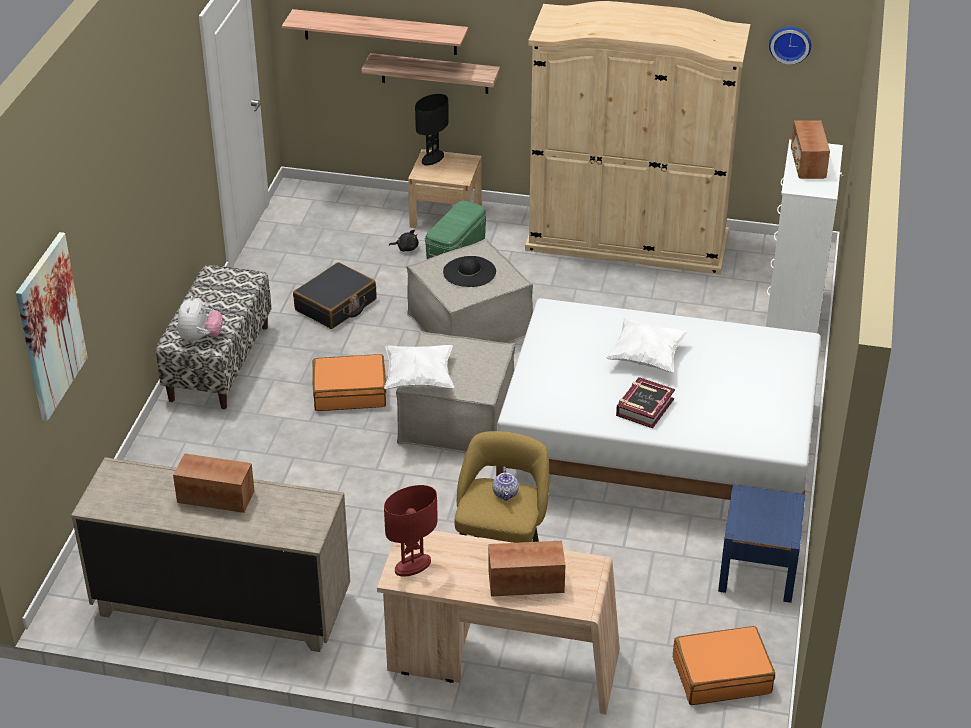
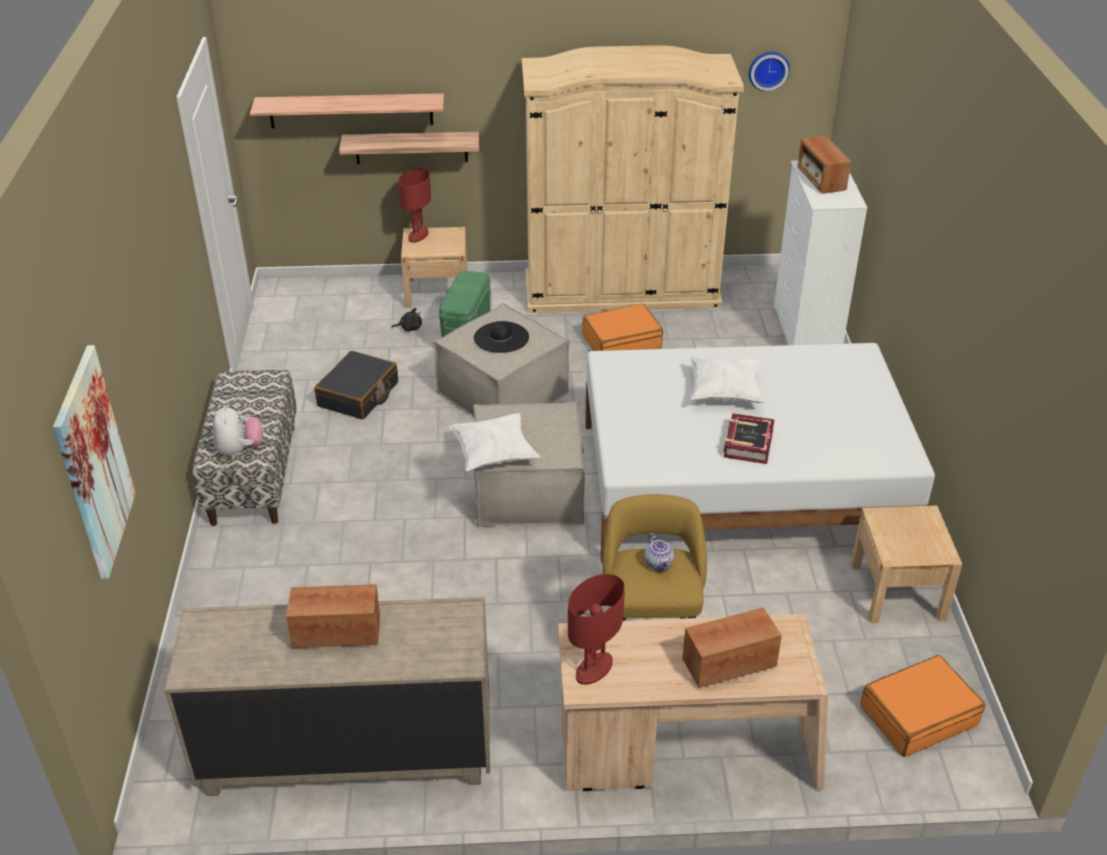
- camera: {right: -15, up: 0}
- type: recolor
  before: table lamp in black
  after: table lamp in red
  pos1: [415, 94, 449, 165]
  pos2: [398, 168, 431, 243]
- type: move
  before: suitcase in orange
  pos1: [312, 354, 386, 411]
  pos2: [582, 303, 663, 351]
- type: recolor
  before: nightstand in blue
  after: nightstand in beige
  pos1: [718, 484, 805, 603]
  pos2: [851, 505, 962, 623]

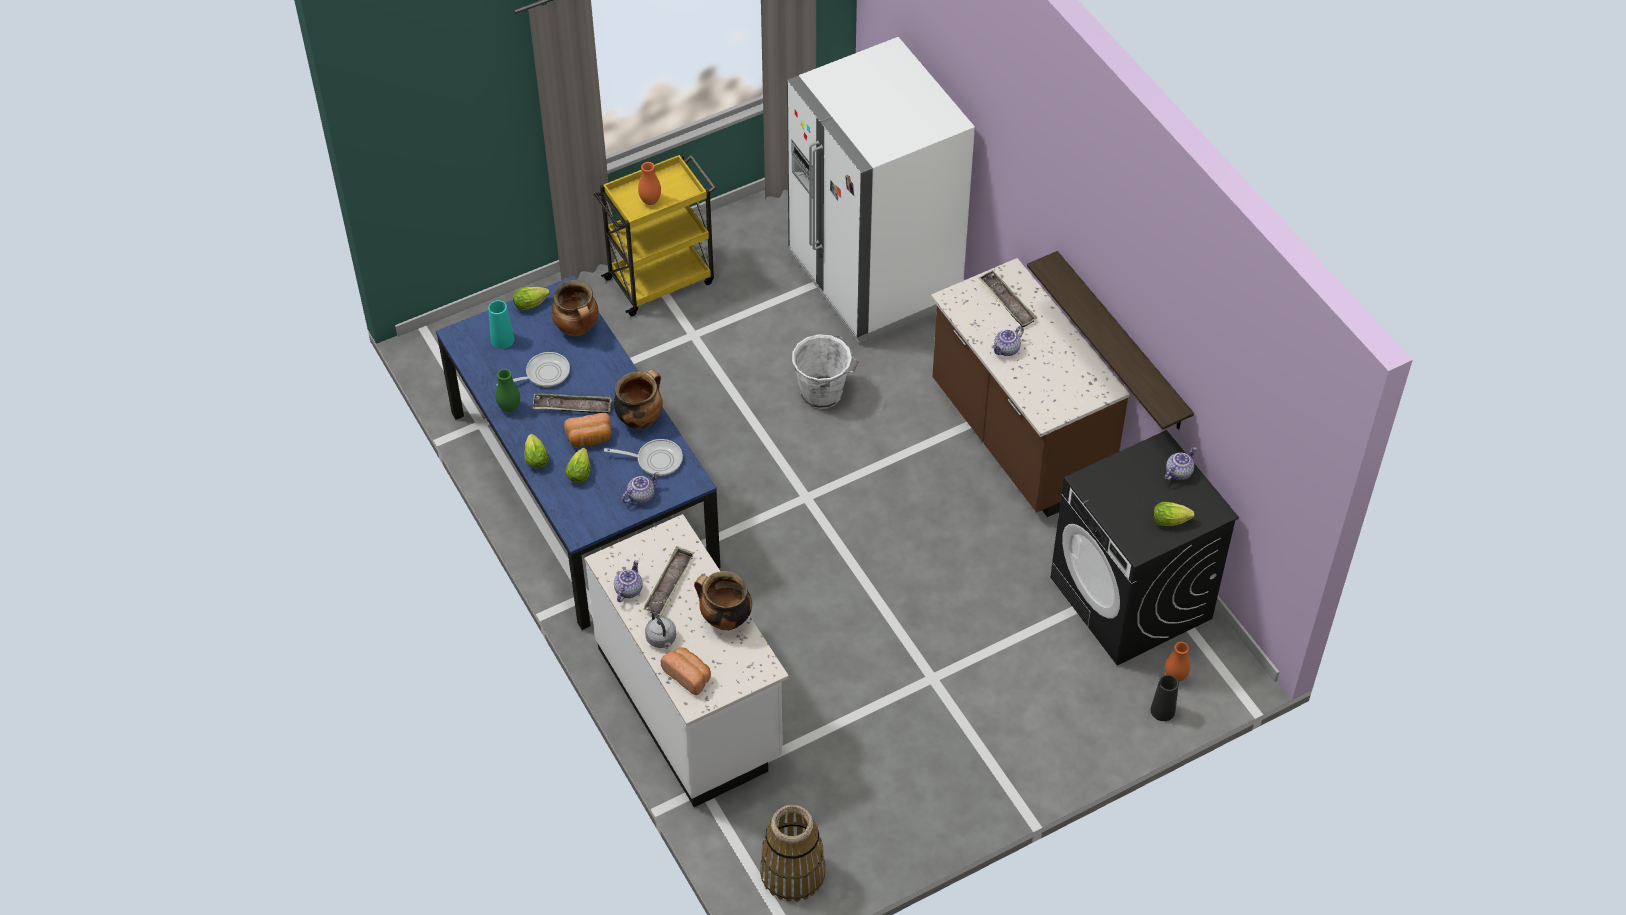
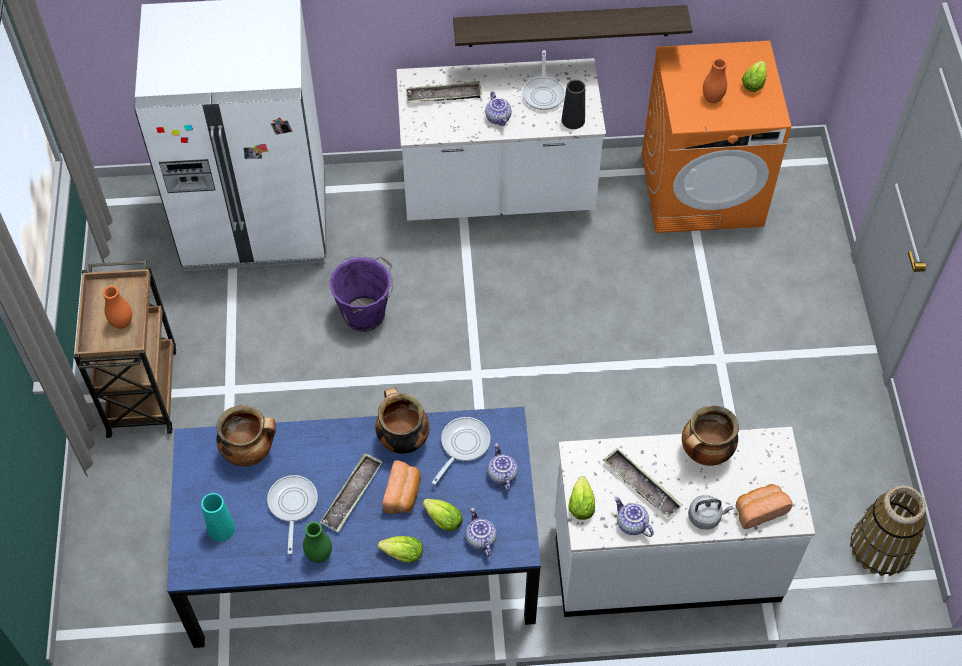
- camera: {right: -65, up: 5}
- type: recolor
  before: cart in yellow
  after: cart in brown
  pos1: [594, 153, 716, 316]
  pos2: [74, 261, 177, 438]
- type: recolor
  before: counter in brown
  after: counter in white
  pos1: [931, 258, 1130, 517]
  pos2: [396, 58, 606, 221]
- type: move
  before: lettuce
  pos1: [513, 287, 550, 311]
  pos2: [568, 476, 595, 520]
- type: recolor
  before: bucket in white
  after: bucket in purple
  pos1: [792, 334, 859, 409]
  pos2: [329, 256, 393, 332]
- type: recolor
  before: washing machine in black
  after: washing machine in orange
  pos1: [1050, 430, 1239, 665]
  pos2: [642, 41, 791, 233]
- type: move
  before: teapot
  pos1: [1165, 447, 1197, 480]
  pos2: [465, 508, 497, 557]
- type: move
  before: vase in orange
  pos1: [1165, 642, 1190, 682]
  pos2: [703, 58, 727, 103]
- type: move
  before: vase in black
  pos1: [1150, 675, 1179, 721]
  pos2: [562, 80, 585, 129]
- type: insert
  after: frying pan
  pos2: [522, 50, 565, 110]

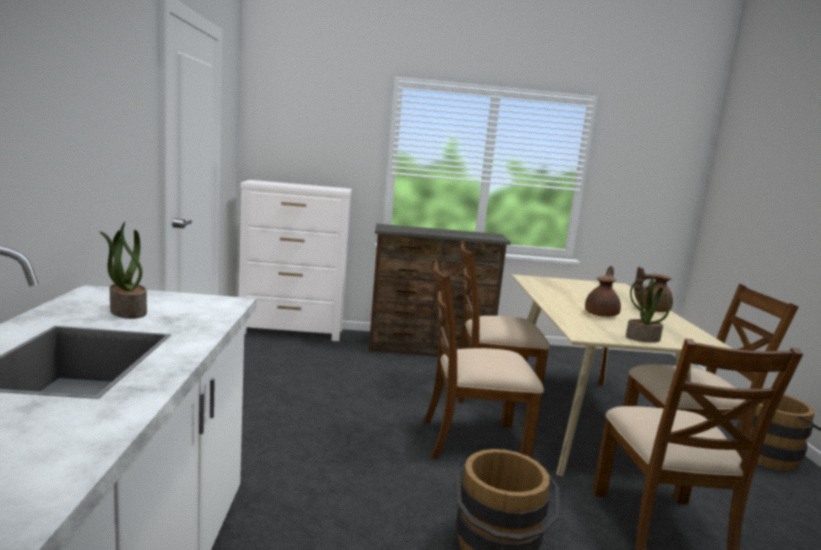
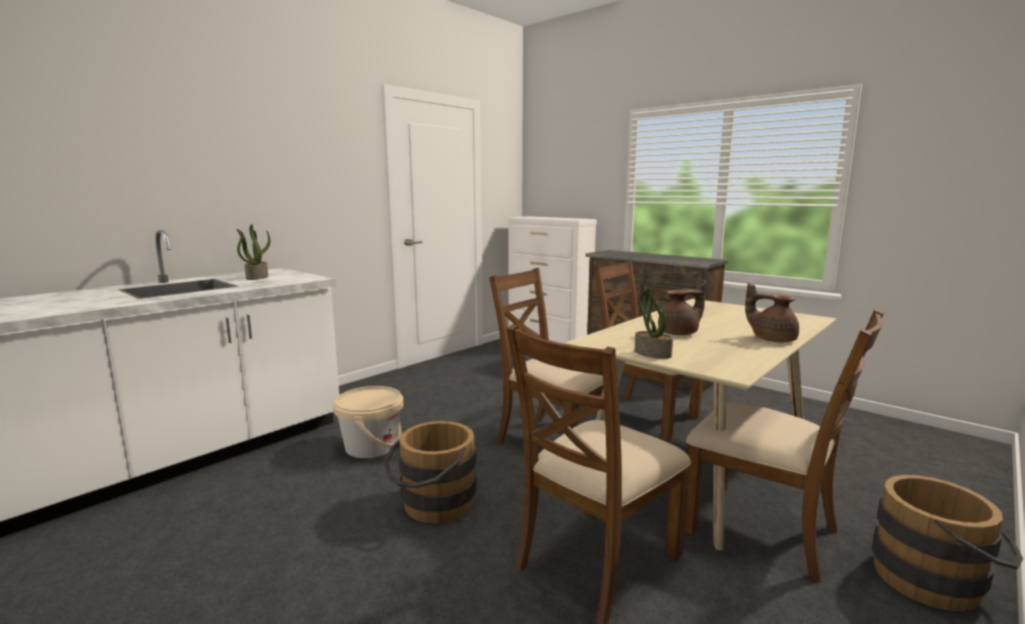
- camera: {right: 45, up: 0}
- type: insert
  after: bucket in beige
  pos2: [333, 386, 403, 458]

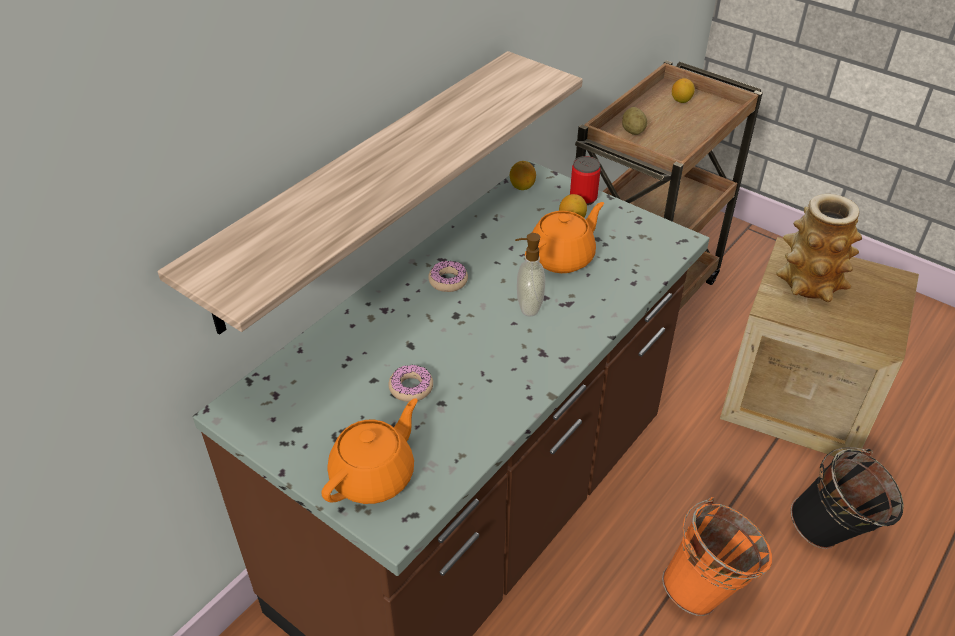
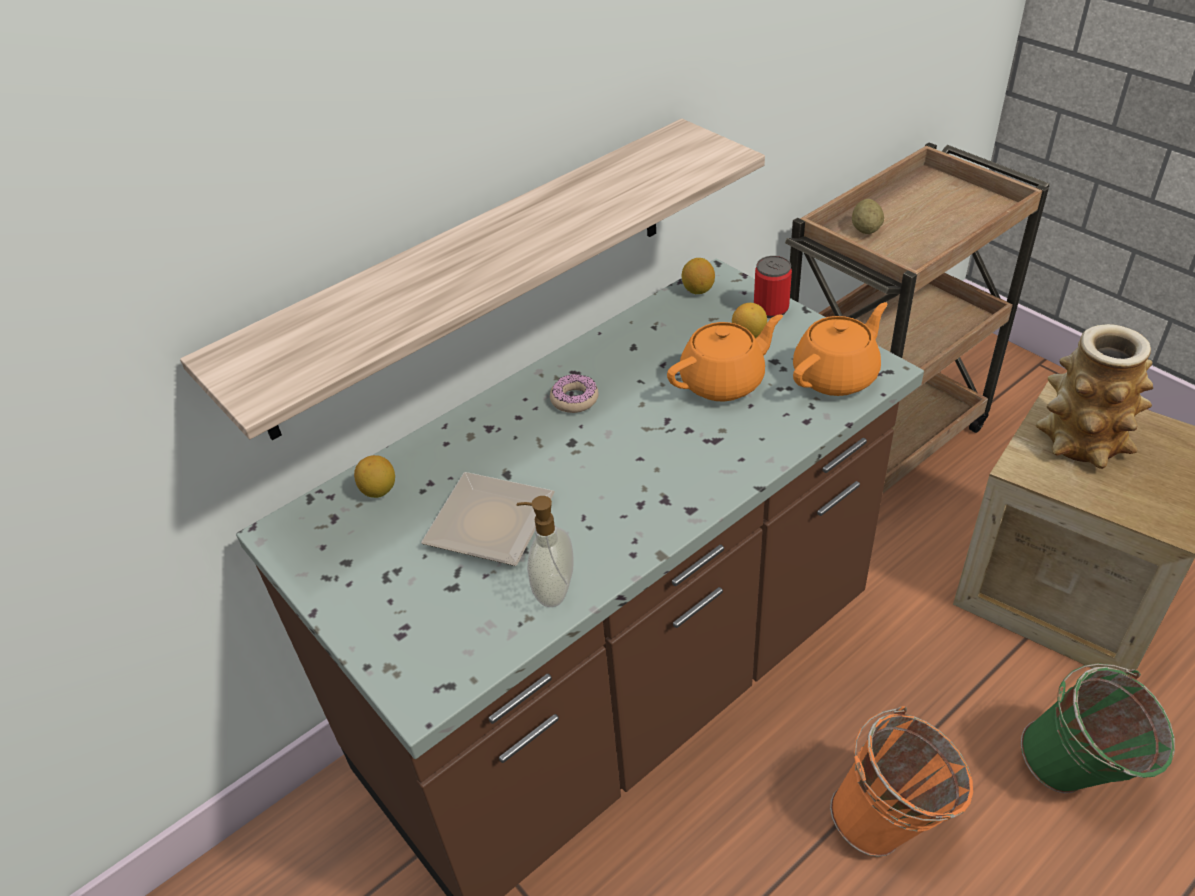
- camera: {right: 15, up: 0}
- type: move
  before: lemon
  pos1: [672, 78, 695, 103]
  pos2: [354, 455, 395, 498]
- type: move
  before: soap dispenser
  pos1: [515, 233, 545, 316]
  pos2: [517, 496, 574, 607]
- type: replace
  before: donut
  after: plate
  pos1: [388, 365, 433, 402]
  pos2: [421, 472, 555, 566]
- type: move
  before: teapot in orange
  pos1: [321, 398, 418, 504]
  pos2: [793, 302, 888, 396]
- type: recolor
  before: bucket in black
  after: bucket in green
  pos1: [791, 447, 904, 549]
  pos2: [1021, 663, 1175, 793]

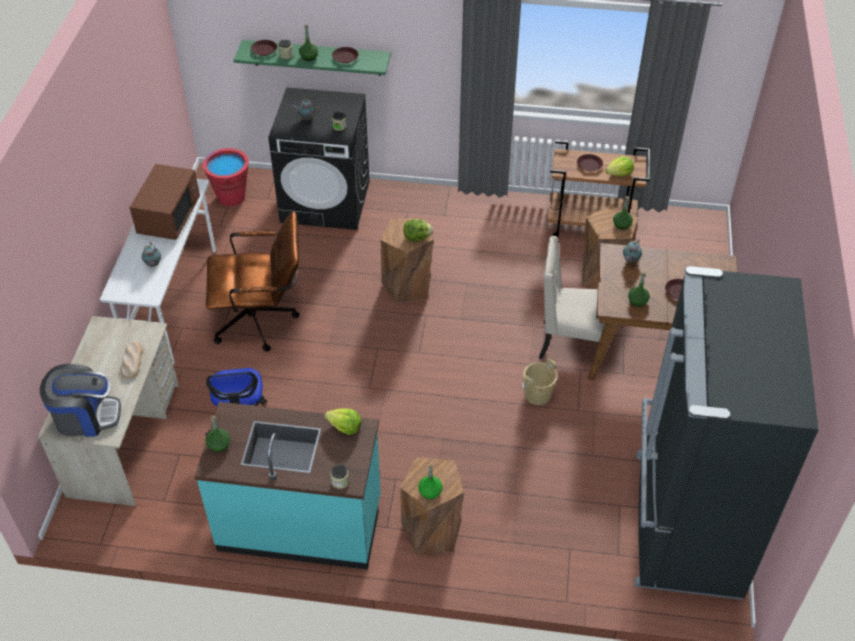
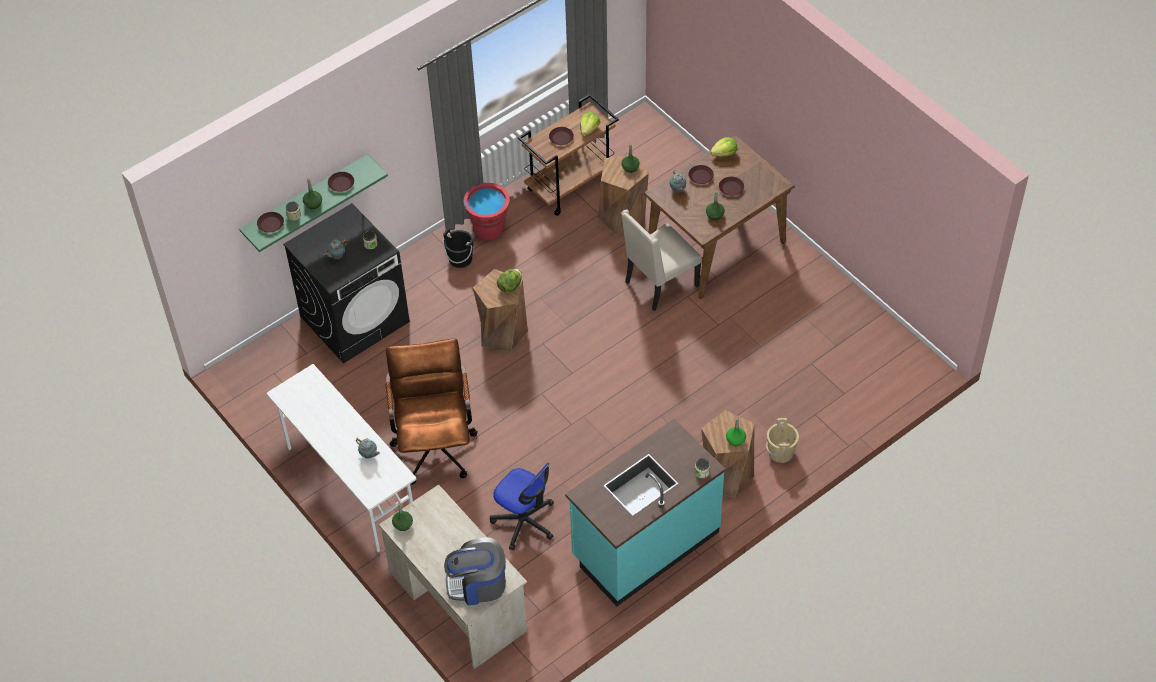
- camera: {right: -45, up: 5}
- type: move
  before: bucket in red
  pos1: [203, 148, 249, 206]
  pos2: [464, 183, 510, 240]
- type: delete
  before: microwave in brown
  pos1: [129, 164, 200, 240]
- type: rotate
  before: office chair in brown
  pos1: [206, 211, 300, 352]
  pos2: [386, 339, 477, 484]
  turn: -45
- type: delete
  before: fridge in black
  pos1: [635, 266, 819, 600]
- type: delete
  before: bread
  pos1: [121, 342, 143, 378]
- type: move
  before: bucket in beige
  pos1: [522, 358, 557, 405]
  pos2: [766, 418, 799, 463]
- type: rotate
  before: coffee machine
  pos1: [40, 364, 121, 437]
  pos2: [444, 537, 506, 605]
  turn: -135
- type: move
  before: lettuce
  pos1: [325, 408, 362, 435]
  pos2: [710, 137, 737, 156]
- type: move
  before: bottle in green
  pos1: [206, 415, 230, 452]
  pos2: [392, 502, 413, 531]
- type: insert
  after: plate in brown
  pos2: [688, 165, 714, 184]
- type: insert
  after: bucket in black
  pos2: [443, 228, 473, 268]

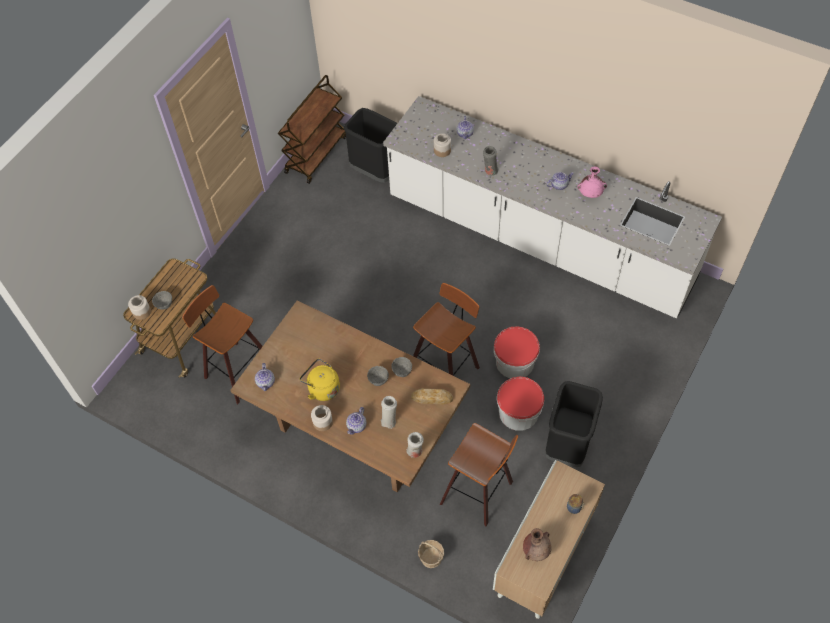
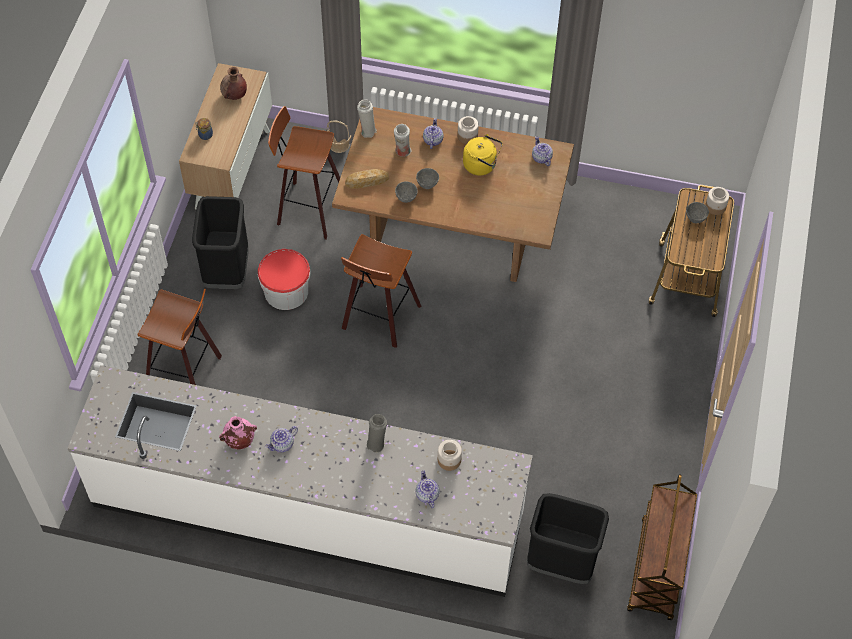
- camera: {right: 160, up: 0}
- type: move
  before: stool
  pos1: [182, 285, 263, 404]
  pos2: [138, 289, 222, 385]
- type: delete
  before: bucket
  pos1: [494, 326, 540, 379]

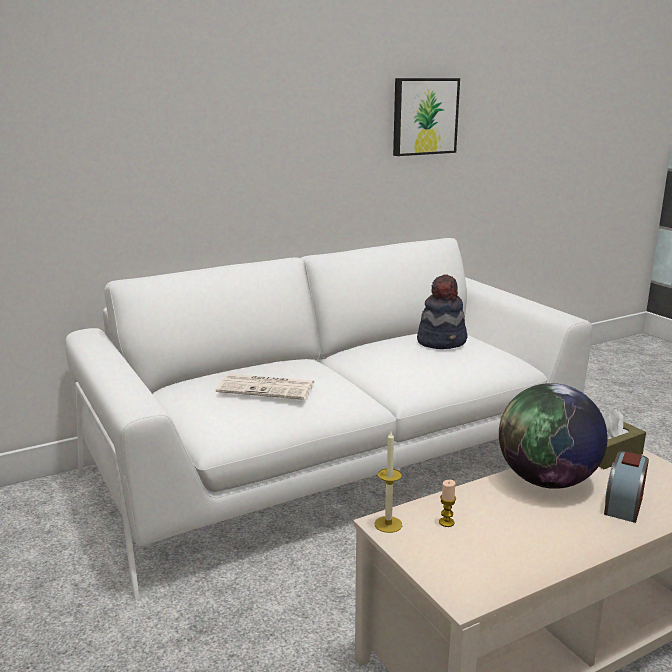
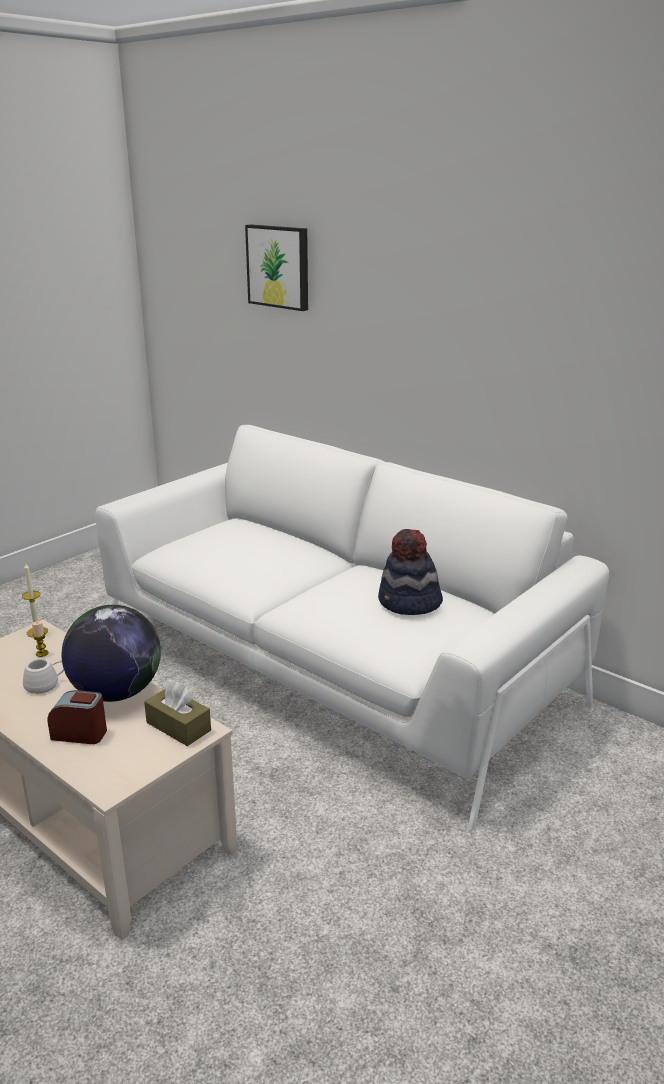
- camera: {right: 70, up: 5}
- type: move
  before: picture
  pos1: [393, 78, 460, 156]
  pos2: [245, 224, 308, 311]
- type: delete
  before: newspaper
  pos1: [216, 374, 315, 400]
- type: insert
  after: mug in white
  pos2: [23, 658, 64, 694]

